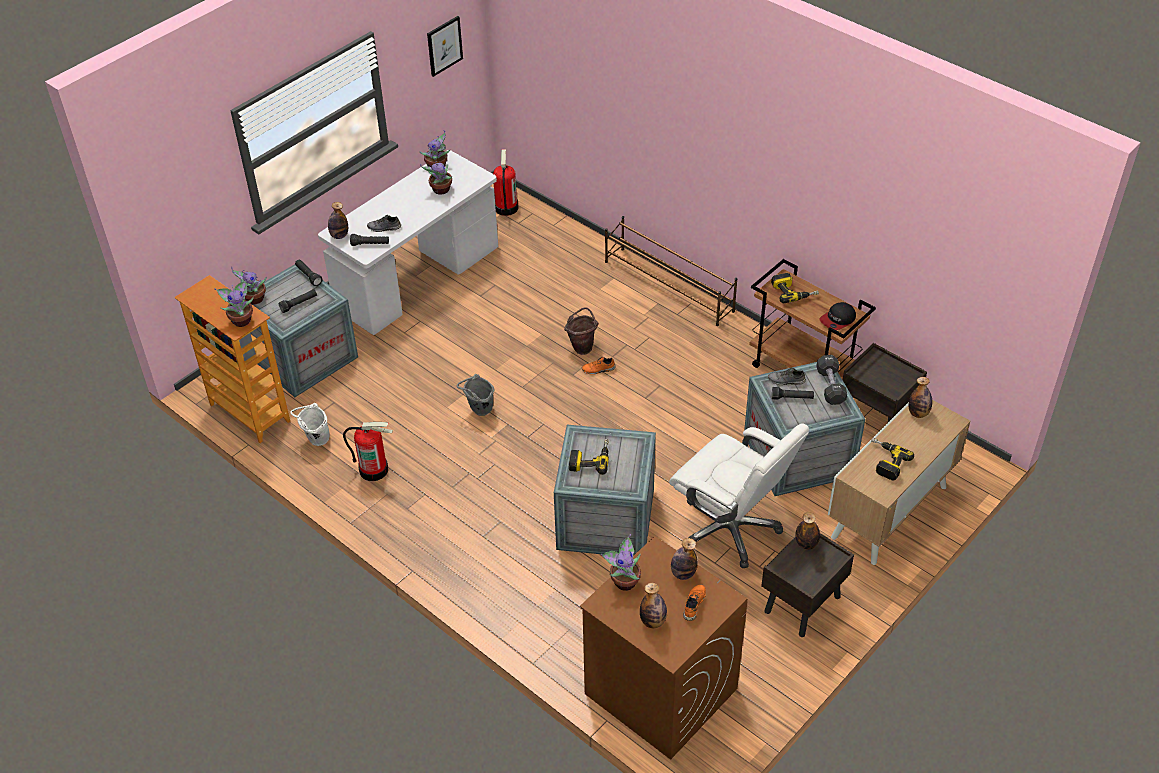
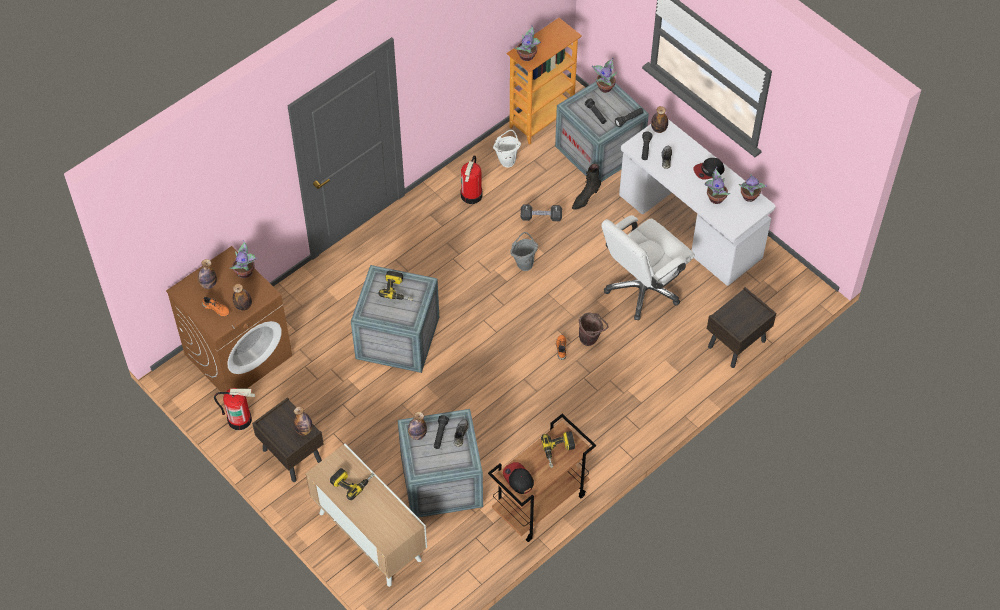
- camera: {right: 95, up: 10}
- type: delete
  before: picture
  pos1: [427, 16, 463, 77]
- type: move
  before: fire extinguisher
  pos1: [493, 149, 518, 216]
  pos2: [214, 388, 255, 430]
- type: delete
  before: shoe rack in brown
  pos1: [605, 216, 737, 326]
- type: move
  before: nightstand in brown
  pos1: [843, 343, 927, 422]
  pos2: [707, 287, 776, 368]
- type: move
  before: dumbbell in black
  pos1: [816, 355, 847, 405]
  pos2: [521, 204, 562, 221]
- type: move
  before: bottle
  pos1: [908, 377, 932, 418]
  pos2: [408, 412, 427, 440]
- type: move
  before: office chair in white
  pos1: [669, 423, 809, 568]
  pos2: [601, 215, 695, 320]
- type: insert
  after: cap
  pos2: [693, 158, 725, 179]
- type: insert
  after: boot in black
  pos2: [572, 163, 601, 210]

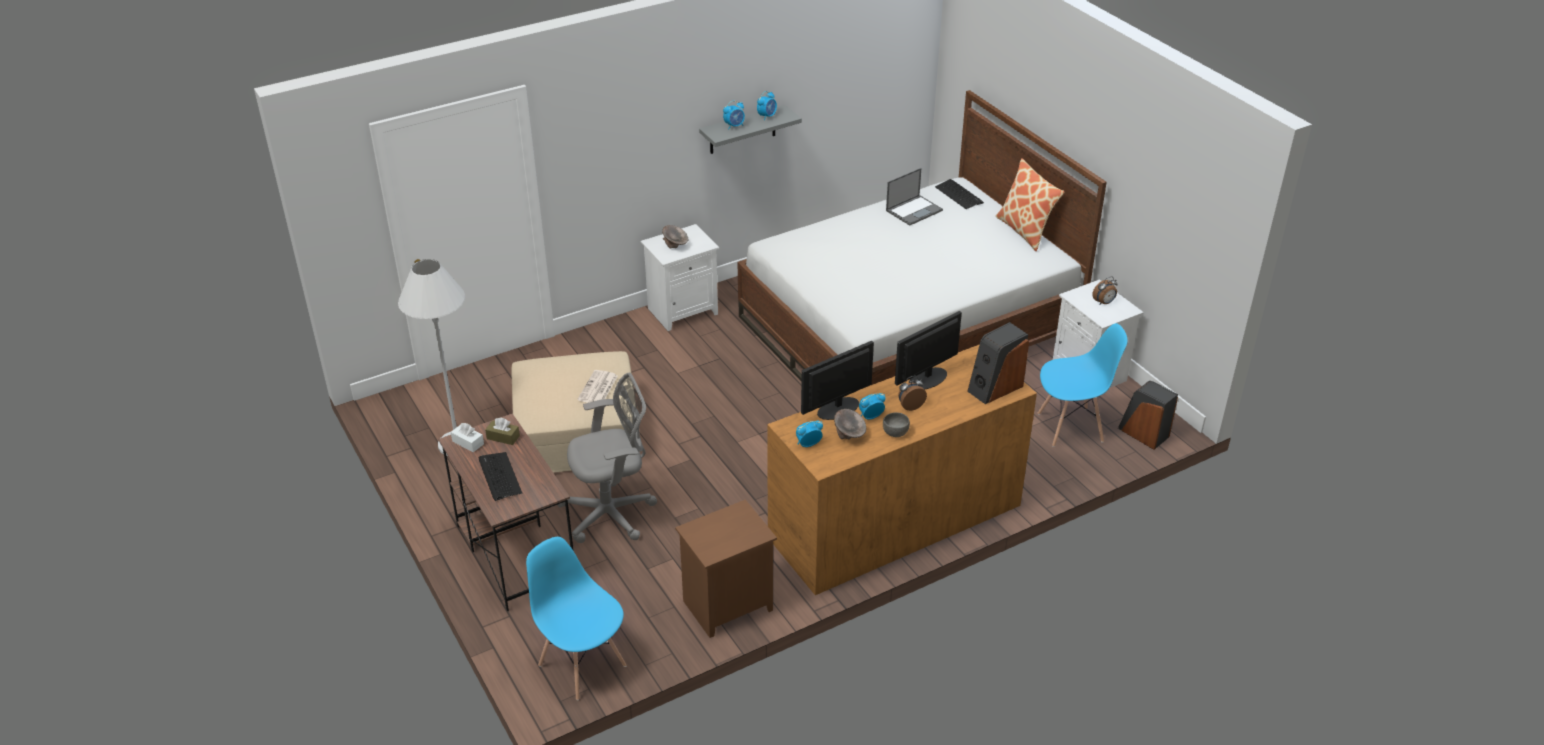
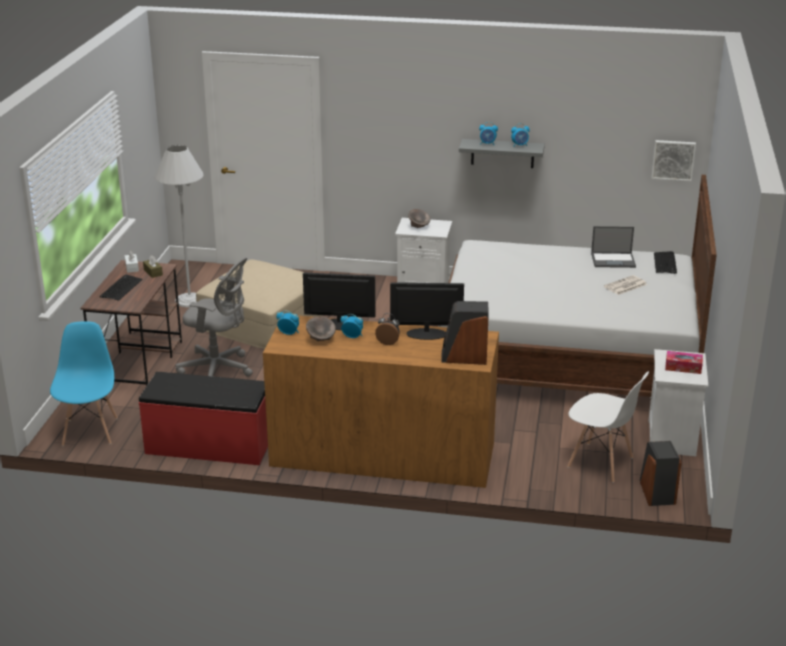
- camera: {right: 40, up: -10}
- type: delete
  before: pillow
  pos1: [996, 158, 1064, 251]
- type: replace
  before: alarm clock
  after: tissue box
  pos1: [1092, 276, 1118, 305]
  pos2: [665, 351, 703, 374]
- type: recolor
  before: chair in blue
  after: chair in white
  pos1: [1038, 323, 1127, 447]
  pos2: [567, 371, 649, 483]
- type: move
  before: newspaper
  pos1: [578, 370, 618, 403]
  pos2: [604, 275, 647, 295]
- type: delete
  before: bowl in grey
  pos1: [883, 412, 910, 437]
- type: replace
  before: nightstand in brown
  after: bench in red
  pos1: [675, 500, 777, 638]
  pos2: [139, 372, 268, 465]
- type: insert
  after: picture
  pos2: [652, 140, 696, 181]

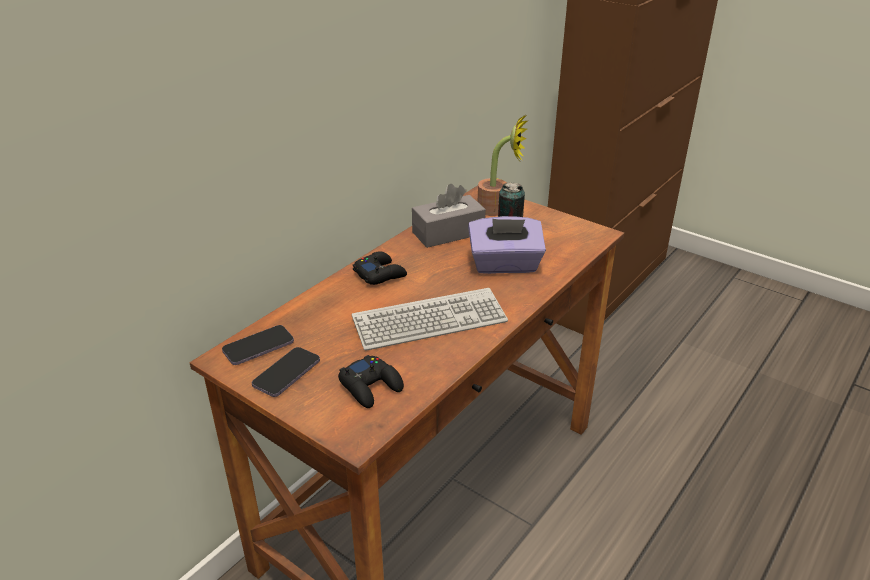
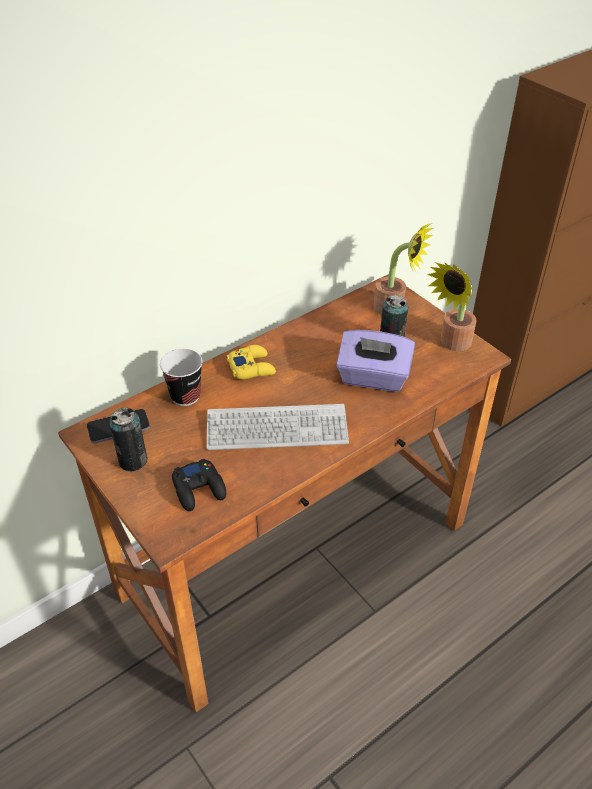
- camera: {right: 15, up: 10}
- type: delete
  before: tissue box in grey
  pos1: [412, 184, 486, 248]
- type: recolor
  before: game controller in black
  after: game controller in yellow
  pos1: [353, 251, 407, 285]
  pos2: [227, 345, 276, 379]
- type: replace
  before: phone
  after: can
  pos1: [252, 347, 320, 397]
  pos2: [109, 408, 147, 472]
- type: insert
  after: potted plant
  pos2: [427, 262, 477, 351]
- type: insert
  after: cup
  pos2: [160, 349, 202, 406]

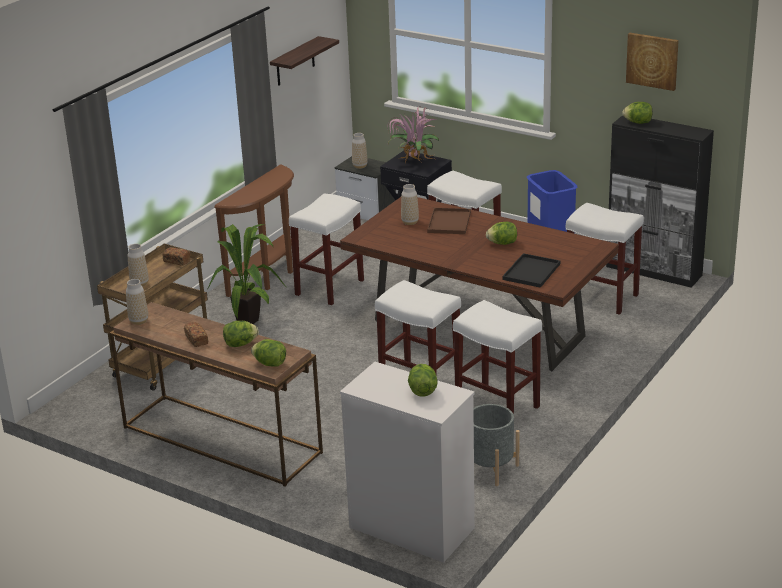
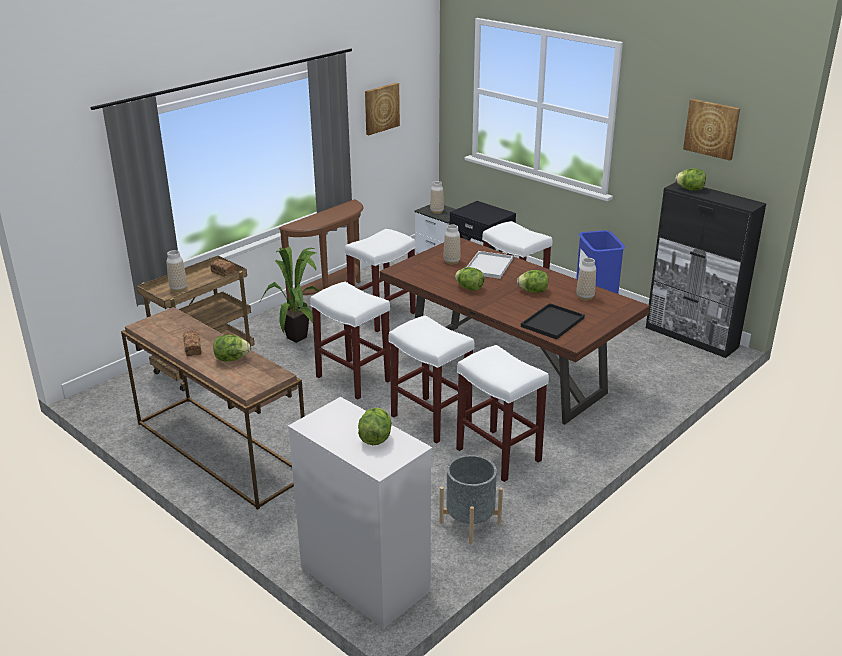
- camera: {right: 10, up: 0}
- type: replace
  before: shelf
  after: picture
  pos1: [270, 36, 339, 86]
  pos2: [365, 83, 400, 135]
- type: delete
  before: potted plant
  pos1: [388, 106, 439, 162]
- type: move
  before: stool in white
  pos1: [566, 203, 644, 315]
  pos2: [310, 282, 391, 400]
- type: recolor
  before: tray in brown
  after: tray in white
  pos1: [427, 207, 471, 234]
  pos2: [467, 251, 513, 279]
- type: move
  before: vase
  pos1: [126, 279, 148, 325]
  pos2: [576, 258, 596, 301]
- type: move
  before: lettuce
  pos1: [251, 339, 286, 367]
  pos2: [455, 267, 484, 291]

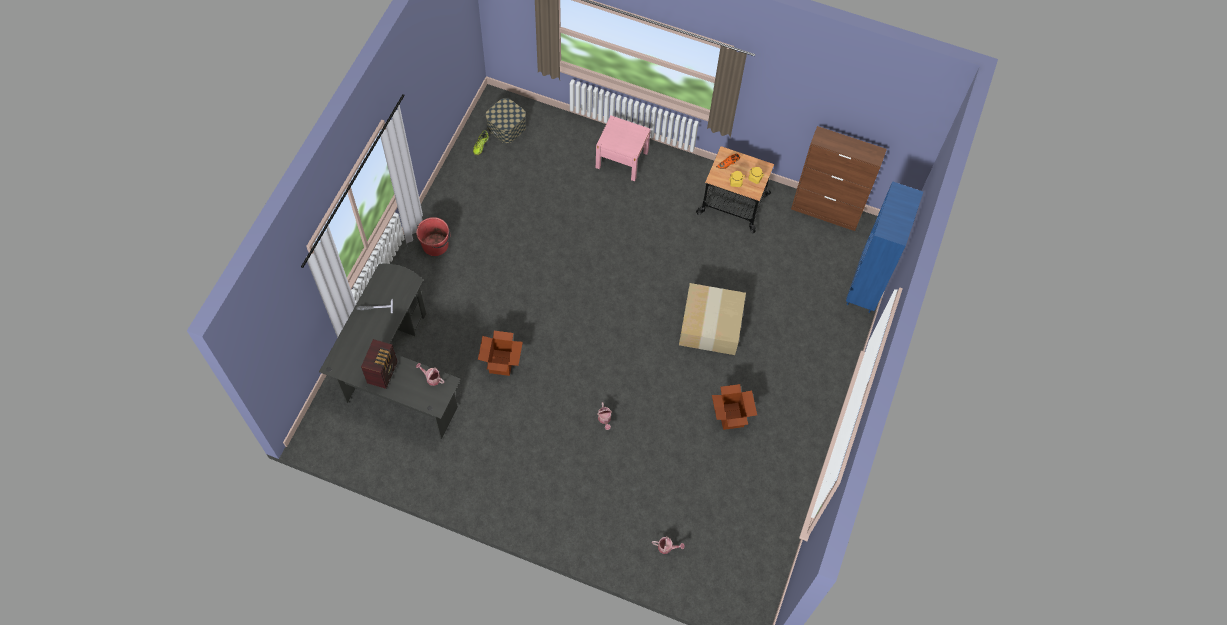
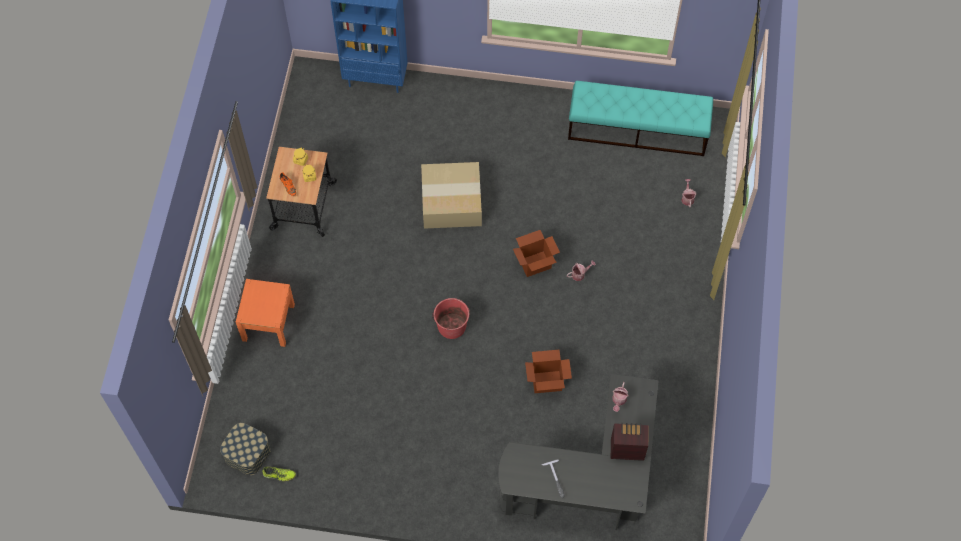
- camera: {right: -100, up: 0}
- type: recolor
  before: nightstand in pink
  after: nightstand in orange
  pos1: [596, 116, 651, 181]
  pos2: [236, 279, 295, 347]
- type: delete
  before: cabinet in brown
  pos1: [791, 126, 887, 231]
- type: move
  before: bucket in red
  pos1: [416, 217, 450, 256]
  pos2: [432, 298, 470, 339]
- type: move
  before: cardboard box
  pos1: [712, 384, 757, 430]
  pos2: [513, 230, 560, 277]
- type: insert
  after: bench in turquoise
  pos2: [568, 81, 713, 156]

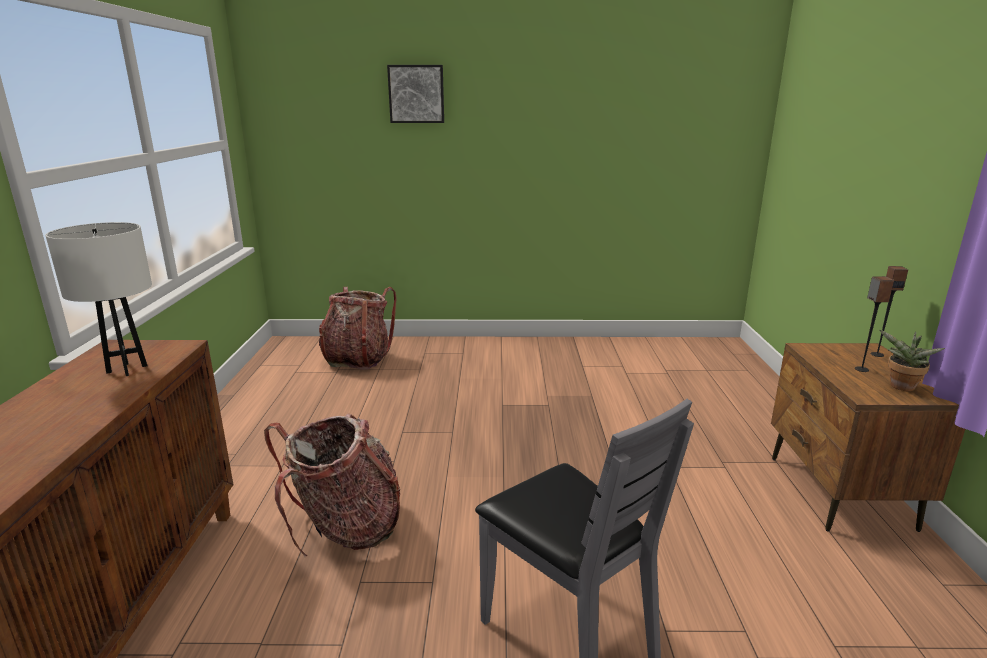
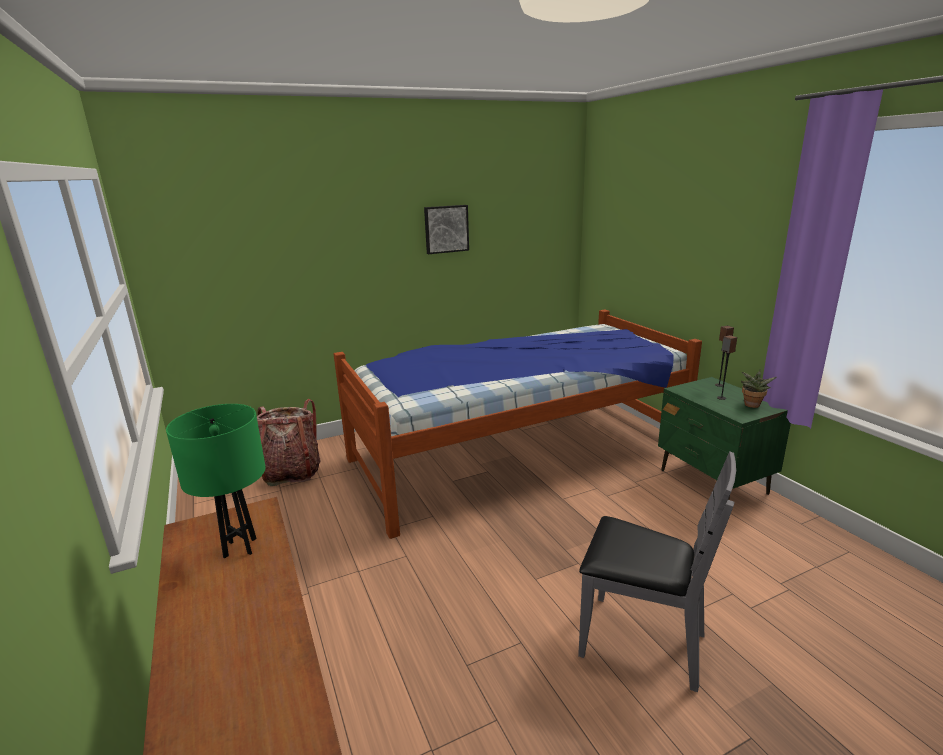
- camera: {right: -25, up: 0}
- type: move
  before: picture
  pos1: [387, 65, 444, 123]
  pos2: [424, 205, 469, 254]
- type: recolor
  before: table lamp in white
  after: table lamp in green
  pos1: [45, 222, 152, 376]
  pos2: [166, 404, 266, 558]
- type: recolor
  before: nightstand in brown
  after: nightstand in green
  pos1: [771, 343, 965, 532]
  pos2: [658, 377, 791, 500]
- type: delete
  before: backpack
  pos1: [264, 413, 400, 556]
- type: insert
  after: bed
  pos2: [334, 310, 702, 539]

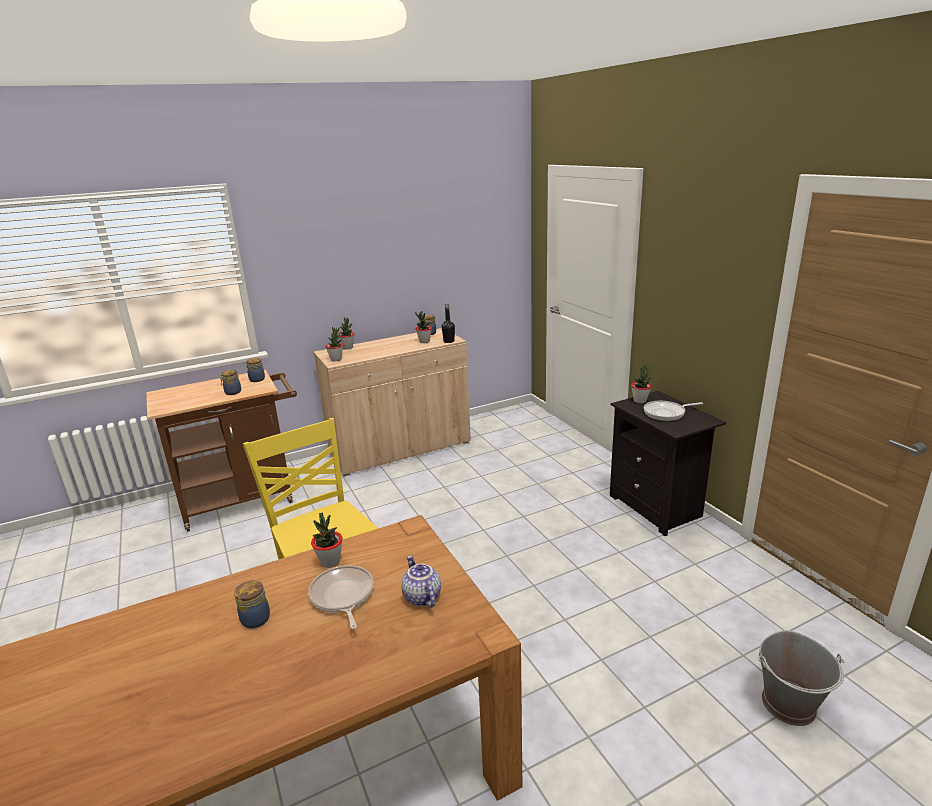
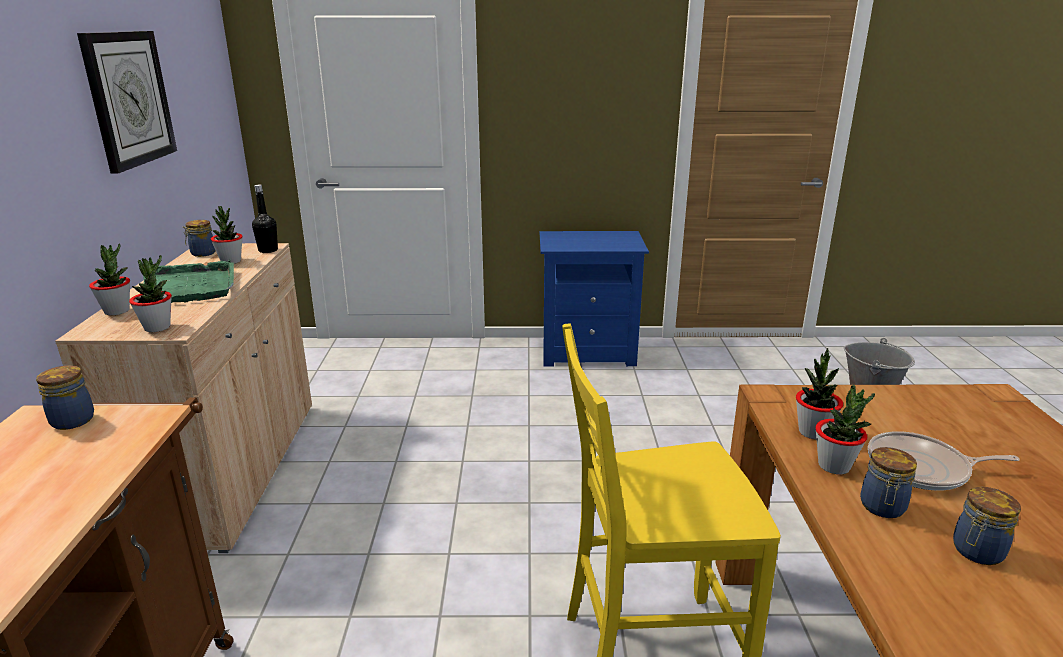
- camera: {right: -65, up: 0}
- type: move
  before: potted plant
  pos1: [631, 365, 652, 403]
  pos2: [796, 348, 843, 440]
- type: move
  before: jar
  pos1: [219, 370, 241, 395]
  pos2: [860, 447, 917, 518]
- type: recolor
  before: nightstand in black
  after: nightstand in blue
  pos1: [610, 391, 726, 536]
  pos2: [540, 231, 649, 367]
- type: delete
  before: frying pan
  pos1: [644, 401, 703, 421]
- type: delete
  before: teapot
  pos1: [401, 555, 441, 608]
- type: insert
  after: wall clock
  pos2: [77, 31, 177, 173]
- type: insert
  after: tray in green
  pos2: [143, 260, 234, 303]

